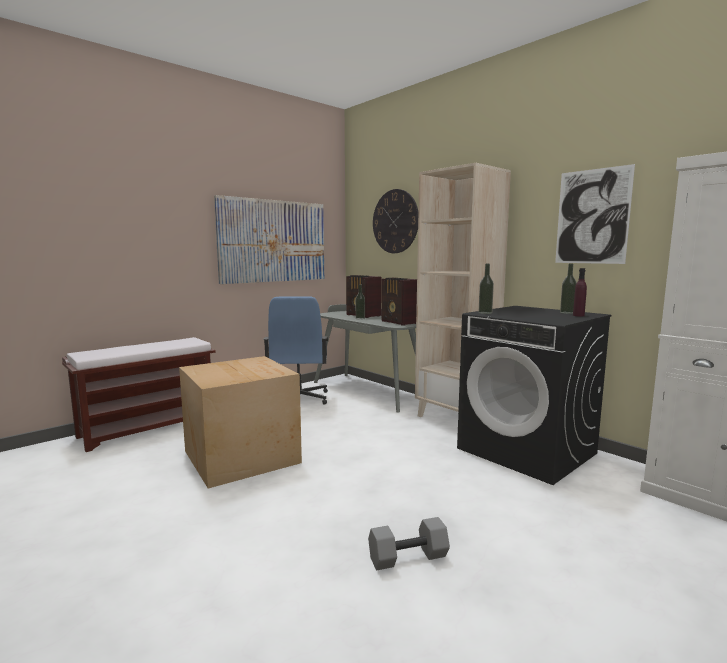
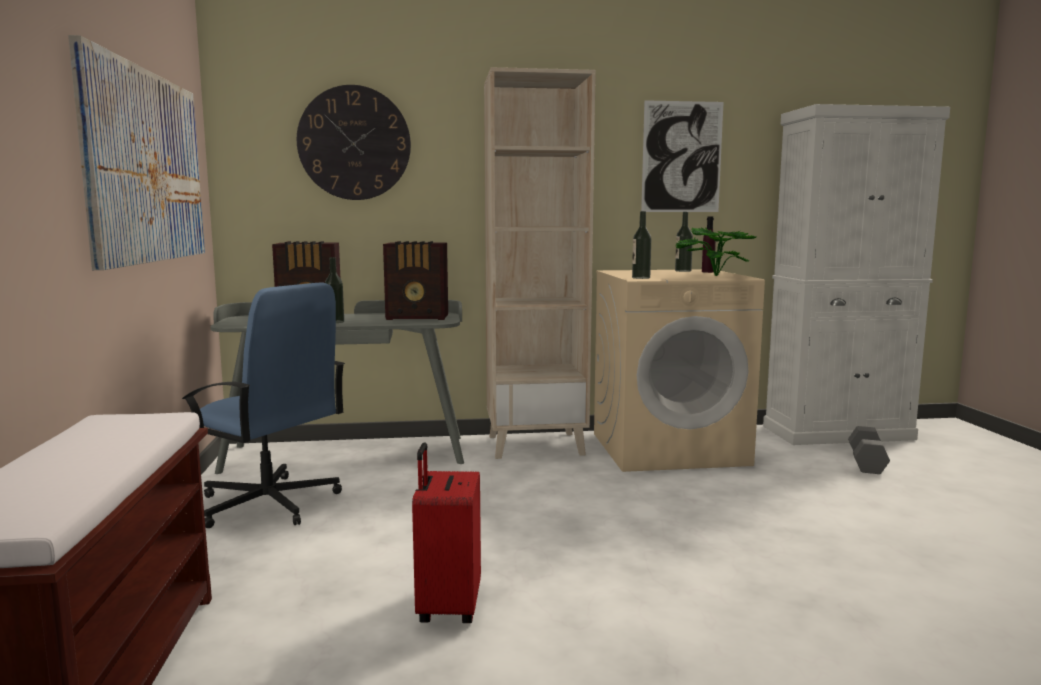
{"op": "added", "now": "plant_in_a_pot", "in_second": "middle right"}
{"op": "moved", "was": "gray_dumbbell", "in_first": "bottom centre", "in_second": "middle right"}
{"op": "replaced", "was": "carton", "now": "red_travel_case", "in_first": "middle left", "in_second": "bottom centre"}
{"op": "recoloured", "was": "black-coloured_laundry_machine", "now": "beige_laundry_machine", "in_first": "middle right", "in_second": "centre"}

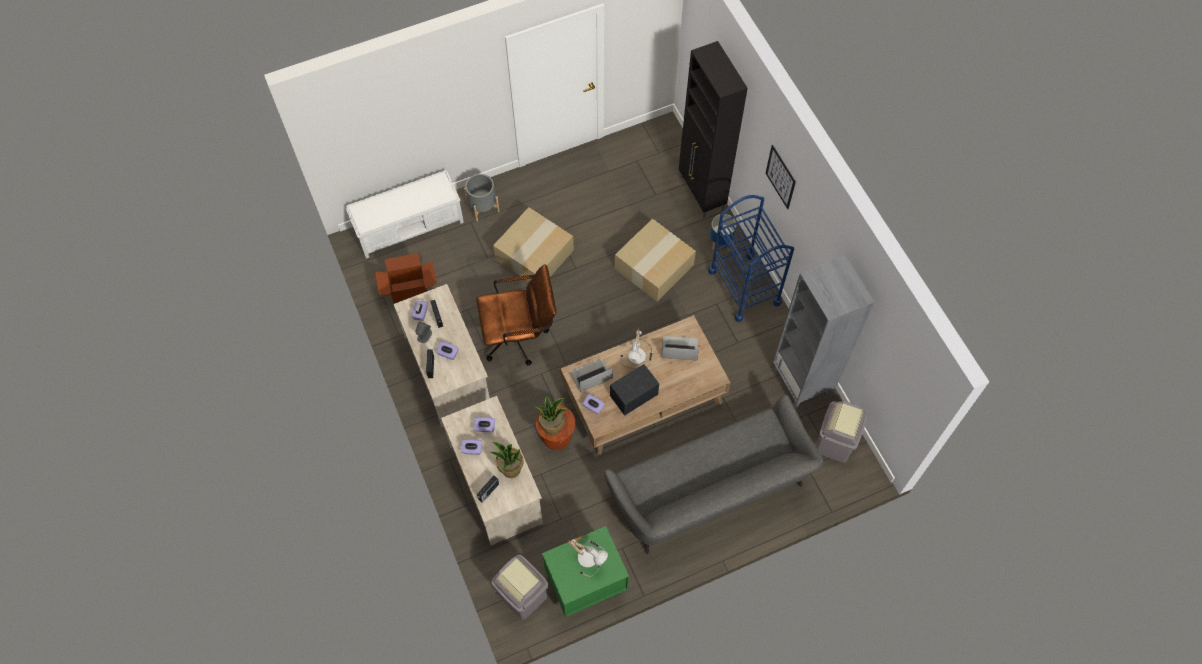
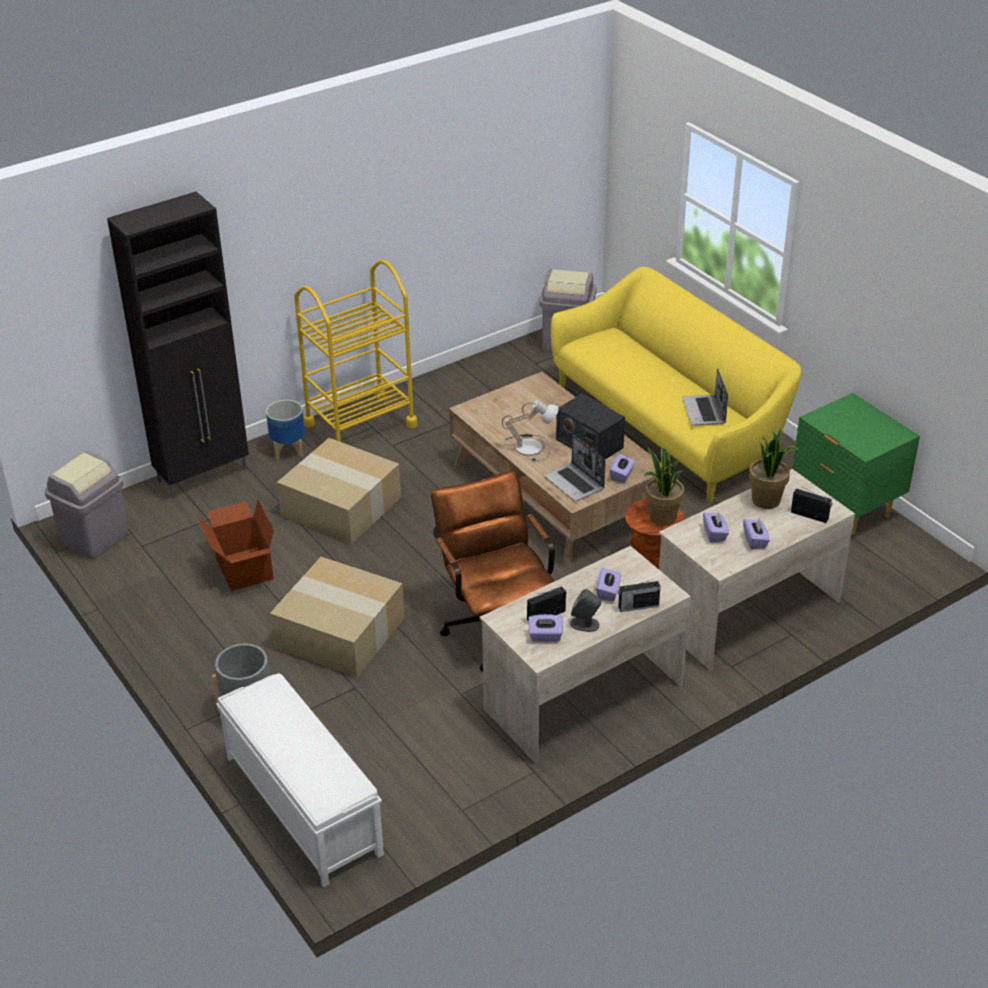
{"op": "removed", "was": "tabletop_lamp (1st from left)", "in_first": "bottom centre"}
{"op": "removed", "was": "wall_picture", "in_first": "top centre"}
{"op": "removed", "was": "gray_bookshelf", "in_first": "middle right"}
{"op": "moved", "was": "carton (1st from left)", "in_first": "centre", "in_second": "middle left"}
{"op": "moved", "was": "gray_rubbish_bin (1st from left)", "in_first": "bottom centre", "in_second": "middle left"}
{"op": "moved", "was": "laptop (2nd from left)", "in_first": "centre", "in_second": "middle right"}
{"op": "recoloured", "was": "gray_sofa", "now": "yellowish_sofa", "in_first": "bottom centre", "in_second": "middle right"}
{"op": "recoloured", "was": "blue-coloured_wheeled_cart", "now": "yellowish_wheeled_cart", "in_first": "centre", "in_second": "centre"}

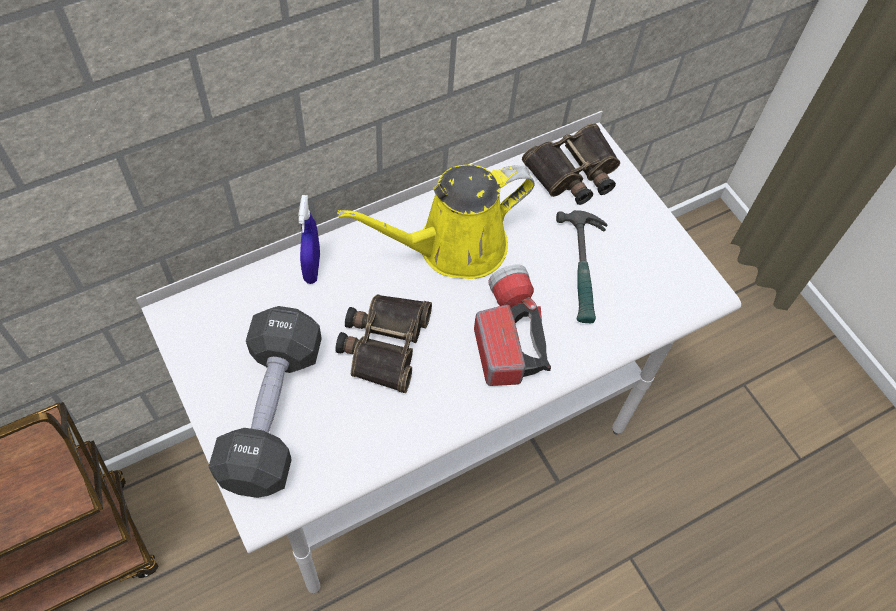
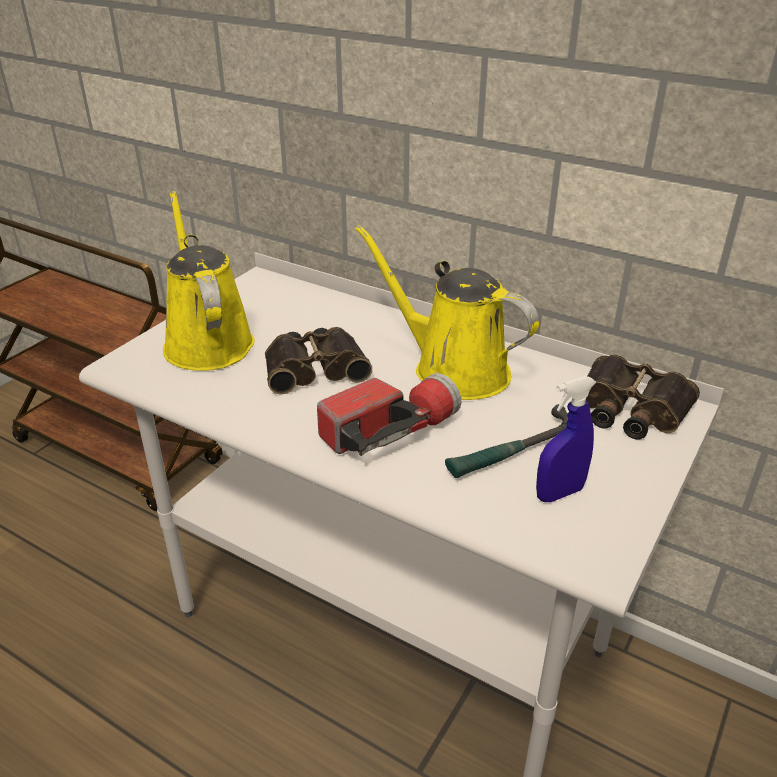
{"op": "moved", "was": "blue-coloured_sprayer", "in_first": "centre", "in_second": "middle right"}
{"op": "replaced", "was": "black-coloured_dumbbell", "now": "yellowish_sprinkling_can (1st from left)", "in_first": "middle left", "in_second": "middle left"}

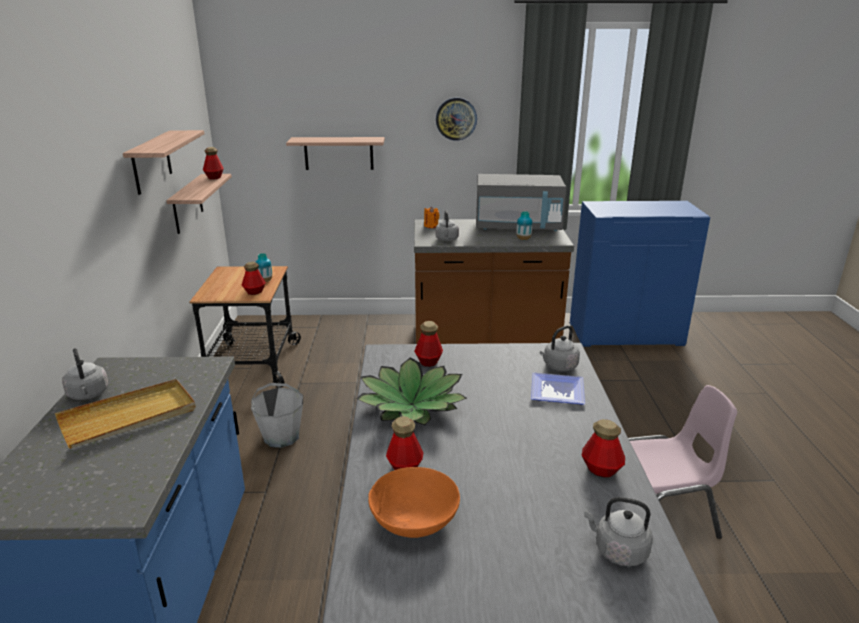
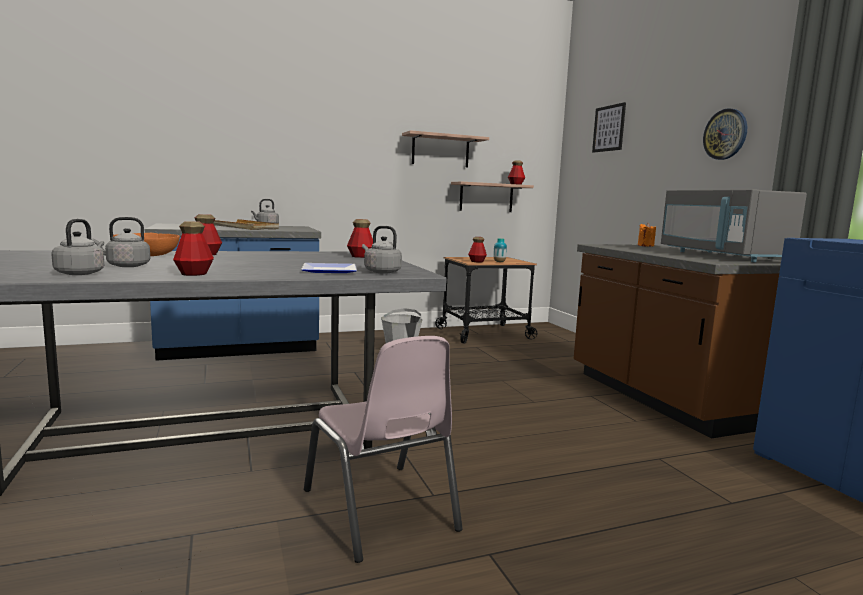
{"op": "removed", "was": "bracket_shelf (3rd from left)", "in_first": "top centre"}
{"op": "removed", "was": "plant_in_a_pot", "in_first": "centre"}
{"op": "removed", "was": "vase (2nd from left)", "in_first": "centre"}
{"op": "added", "now": "wall_picture", "in_second": "top right"}
{"op": "moved", "was": "gray_kettle (2nd from left)", "in_first": "centre", "in_second": "middle left"}

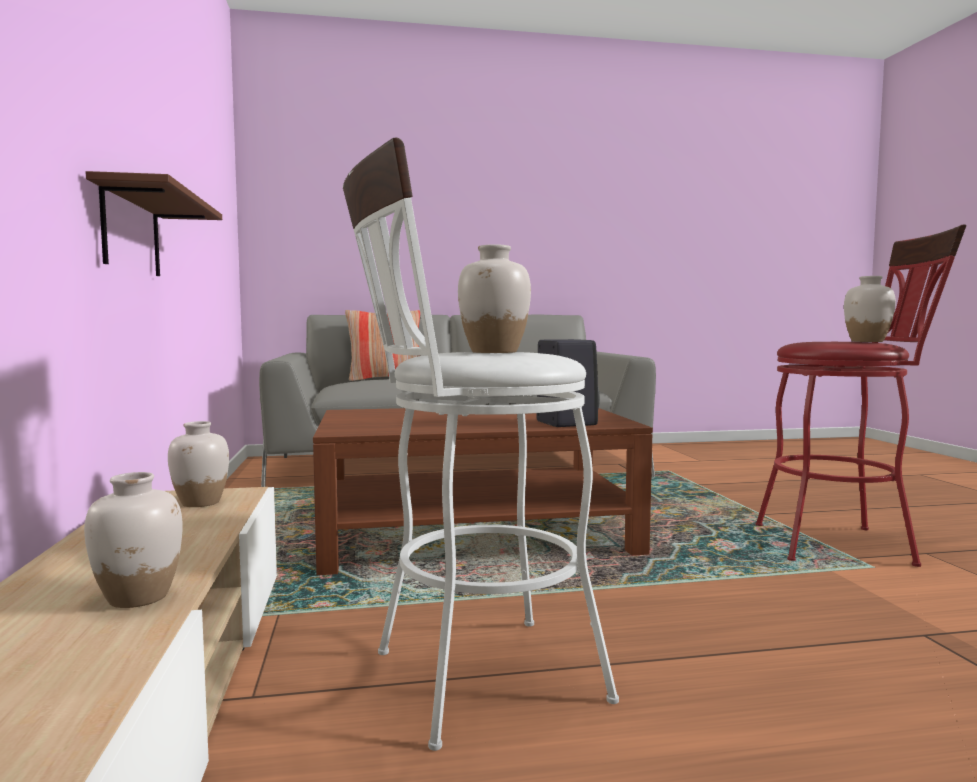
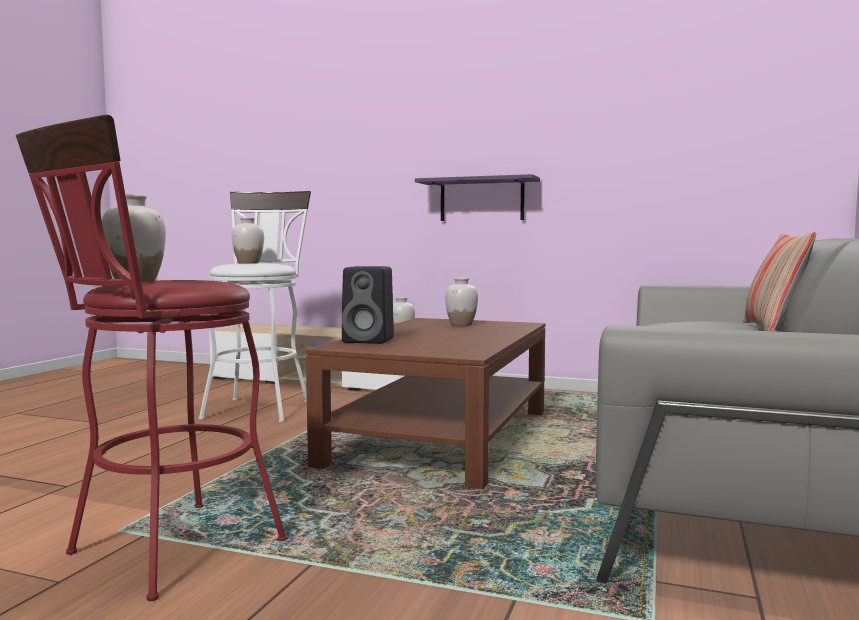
{"op": "moved", "was": "whitish_vase (1st from left in the first image)", "now": "whitish_vase (4th from left)", "in_first": "bottom left", "in_second": "centre"}
{"op": "recoloured", "was": "brown-coloured_bracket_shelf", "now": "purple-coloured_bracket_shelf", "in_first": "top left", "in_second": "top centre"}

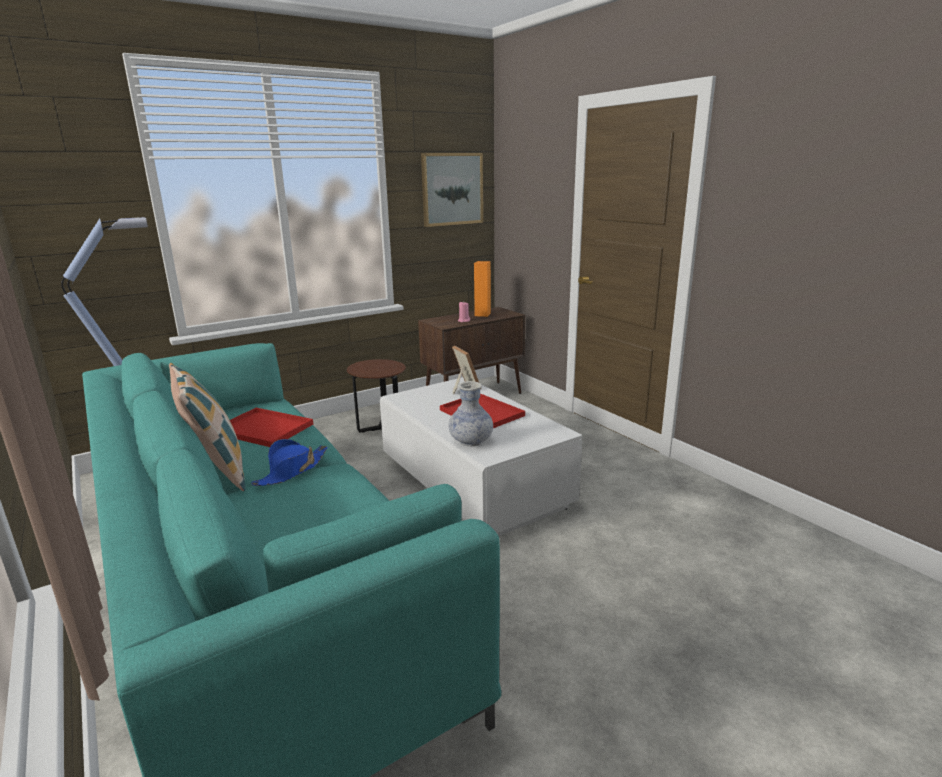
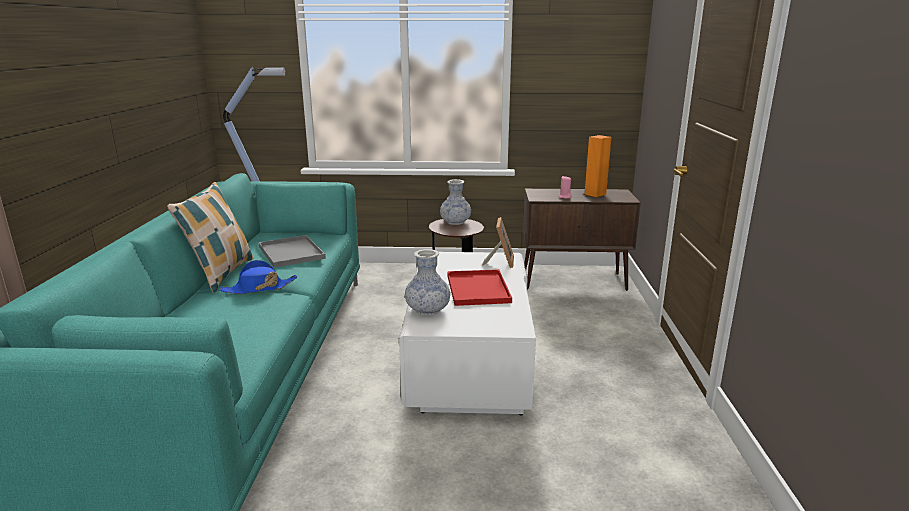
{"op": "removed", "was": "wall_picture", "in_first": "top centre"}
{"op": "added", "now": "vase (2nd from left)", "in_second": "centre"}
{"op": "recoloured", "was": "red_carrying_tray (1st from left)", "now": "gray_carrying_tray", "in_first": "middle left", "in_second": "middle left"}

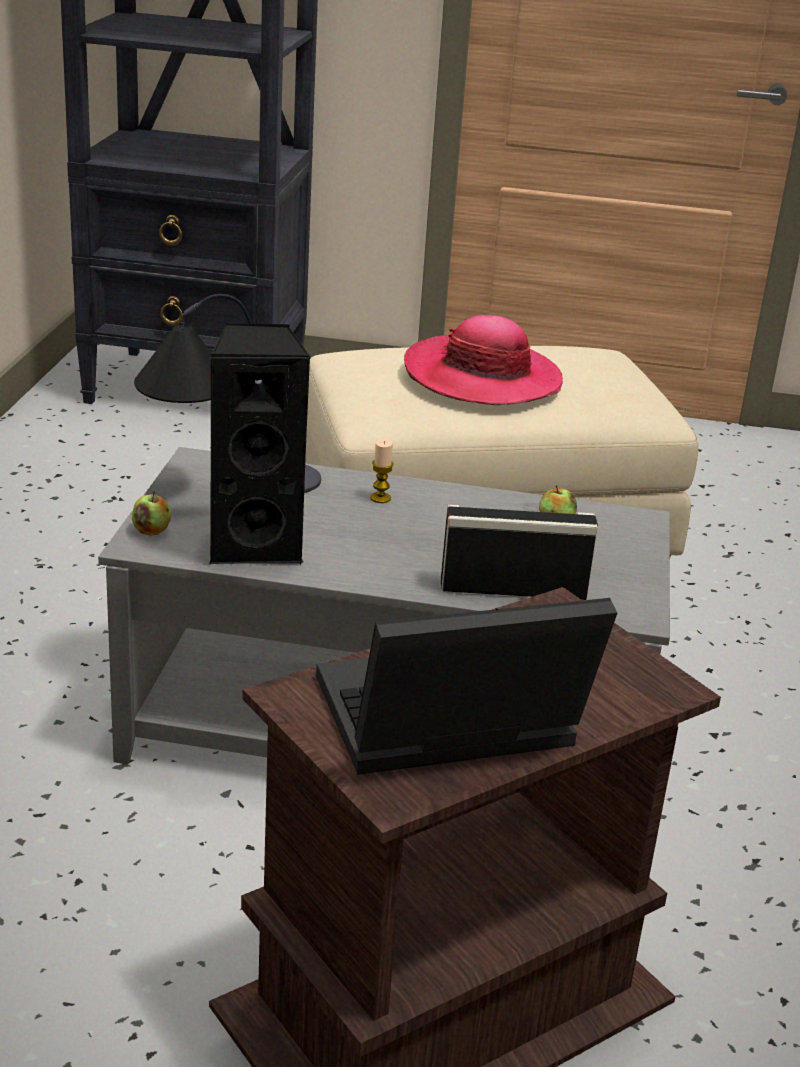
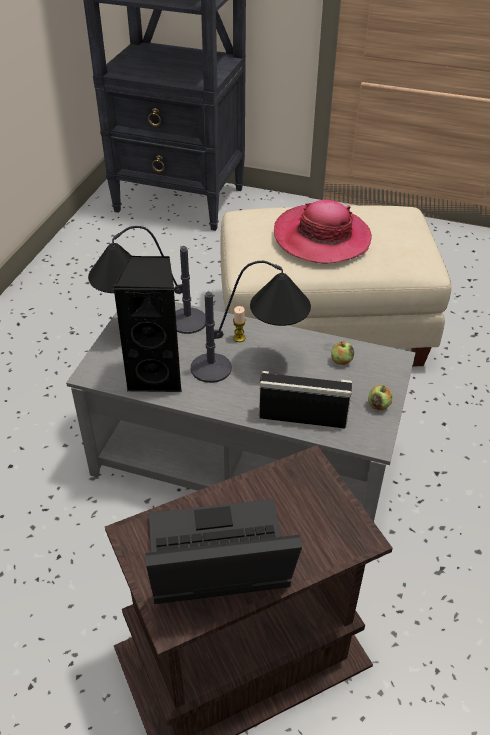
{"op": "added", "now": "tabletop_lamp (2nd from left)", "in_second": "centre"}
{"op": "moved", "was": "whole_apple (1st from left in the first image)", "now": "whole_apple (2nd from left)", "in_first": "middle left", "in_second": "middle right"}

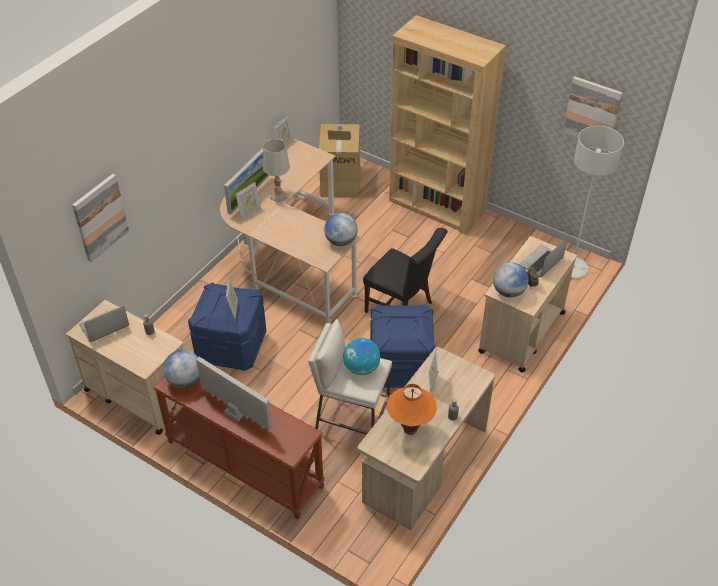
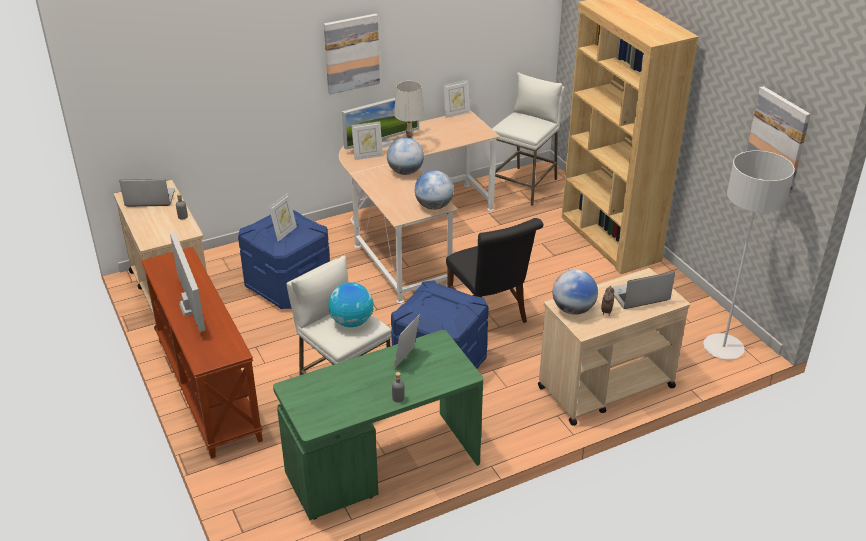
{"op": "removed", "was": "orange_tabletop_lamp", "in_first": "bottom centre"}
{"op": "moved", "was": "wall_picture (1st from left)", "in_first": "middle left", "in_second": "top centre"}
{"op": "moved", "was": "globe (1st from left in the first image)", "now": "globe (2nd from left)", "in_first": "middle left", "in_second": "top centre"}
{"op": "replaced", "was": "carton", "now": "whitish_sitting_stool (2nd from left)", "in_first": "top centre", "in_second": "top centre"}
{"op": "recoloured", "was": "beige_desk (2nd from left)", "now": "green-coloured_desk", "in_first": "bottom centre", "in_second": "bottom centre"}

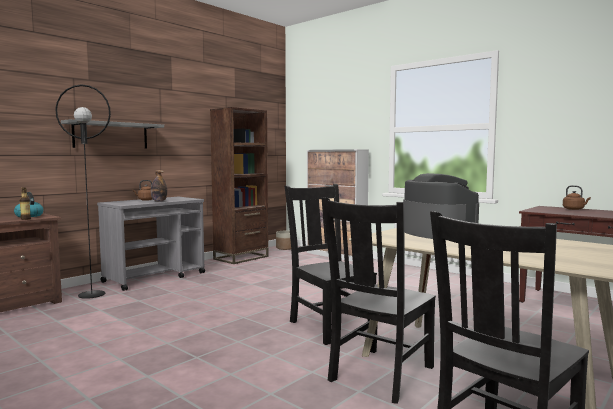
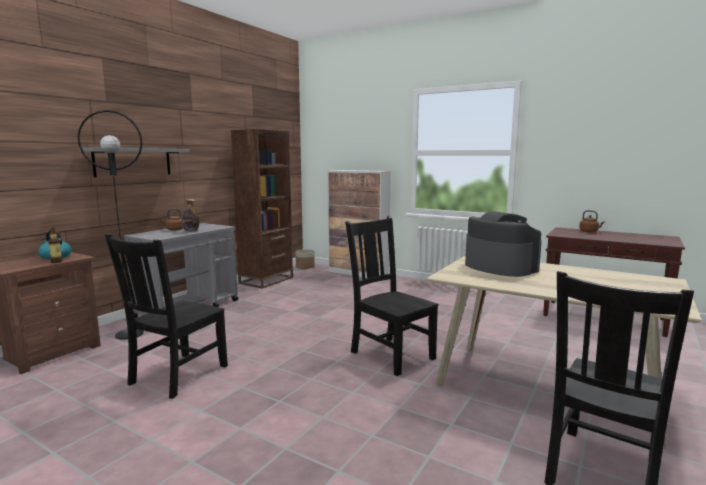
{"op": "moved", "was": "black-coloured_chair (2nd from left in the first image)", "now": "black-coloured_chair (1st from left)", "in_first": "bottom centre", "in_second": "middle left"}

